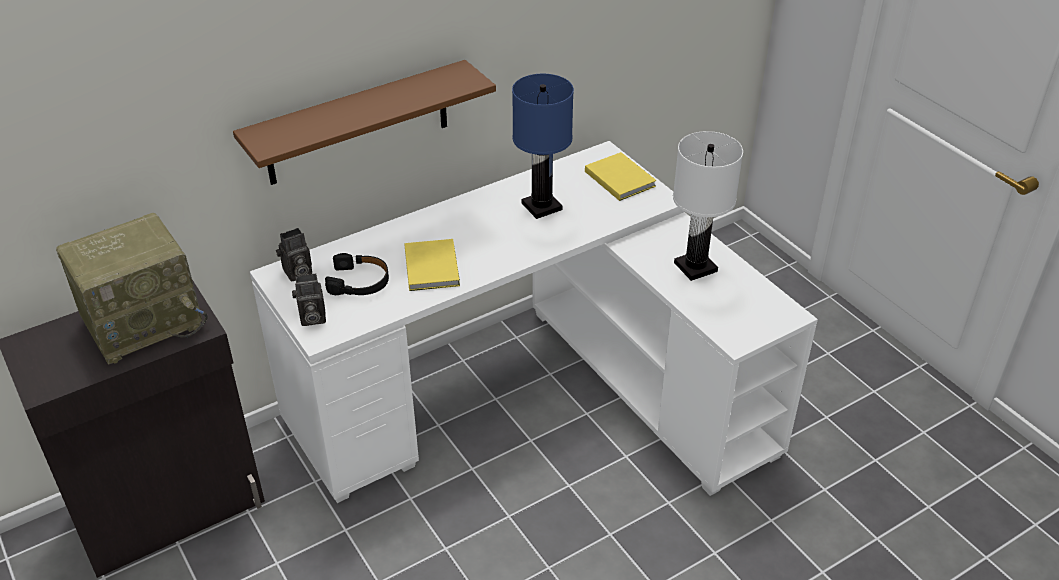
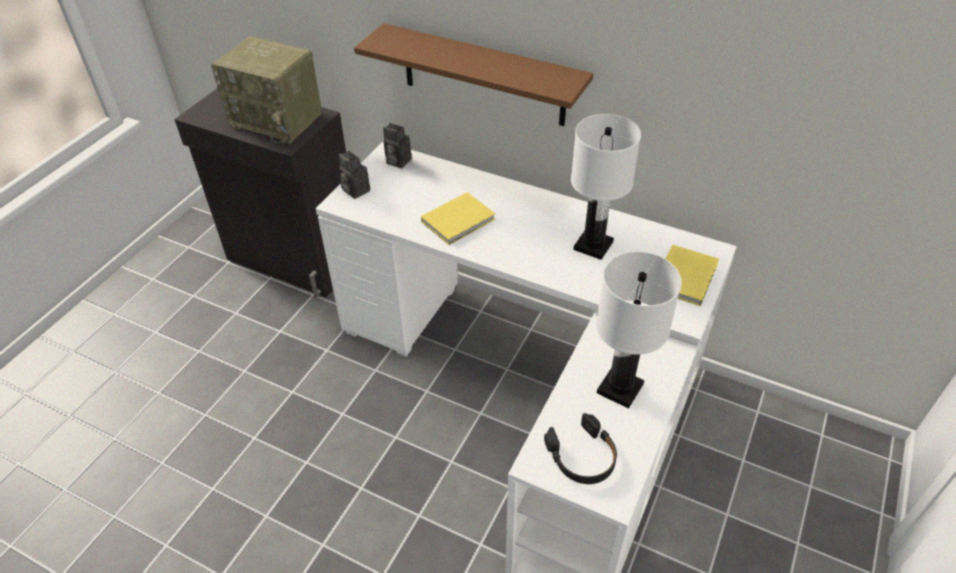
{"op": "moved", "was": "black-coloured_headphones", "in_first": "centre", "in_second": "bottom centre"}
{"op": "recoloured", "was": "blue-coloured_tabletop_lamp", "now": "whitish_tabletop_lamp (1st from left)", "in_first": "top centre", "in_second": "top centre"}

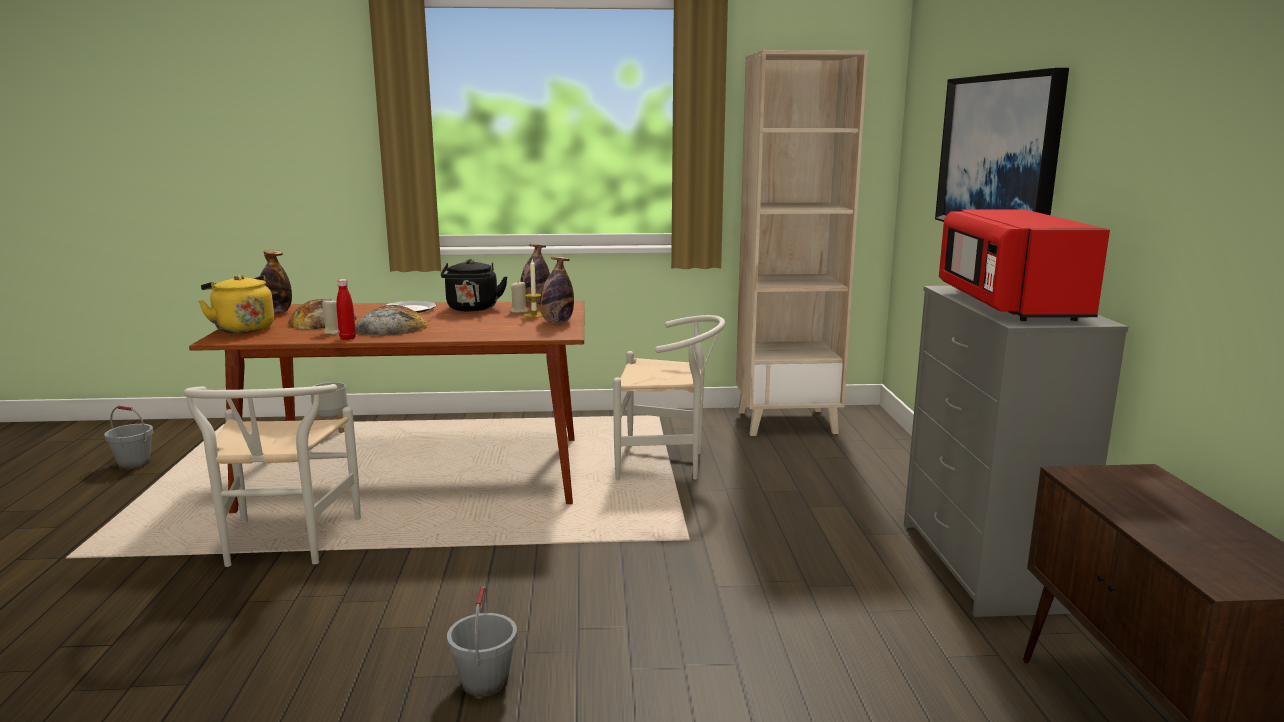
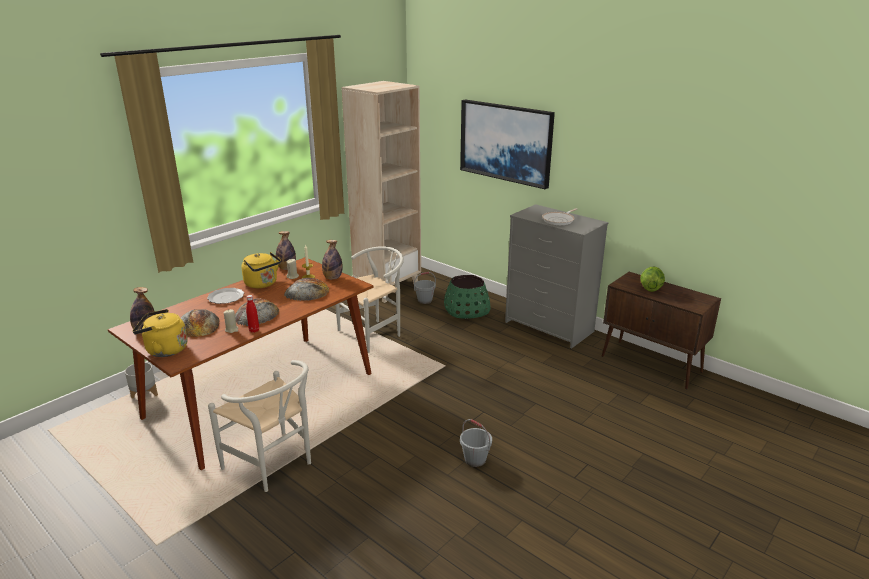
{"op": "added", "now": "bakery_bread (3rd from left)", "in_second": "centre"}
{"op": "added", "now": "green-coloured_plant_pot", "in_second": "centre"}
{"op": "added", "now": "head_of_lettuce", "in_second": "middle right"}
{"op": "moved", "was": "gray_water_bucket (1st from left)", "in_first": "middle left", "in_second": "centre"}
{"op": "replaced", "was": "red_microwave", "now": "frying_pan", "in_first": "middle right", "in_second": "centre"}
{"op": "recoloured", "was": "black-coloured_kettle", "now": "yellowish_kettle (2nd from left)", "in_first": "centre", "in_second": "middle left"}

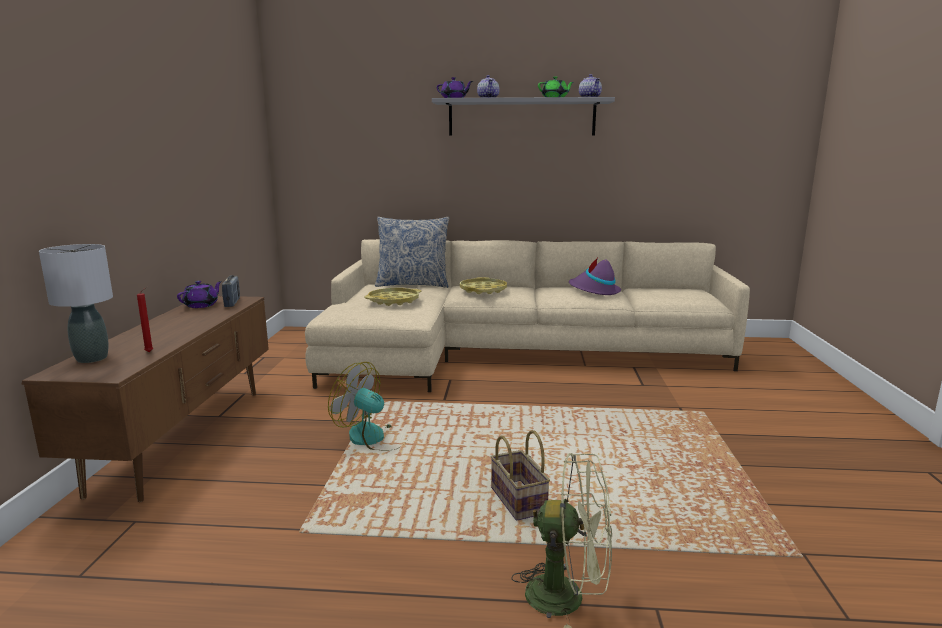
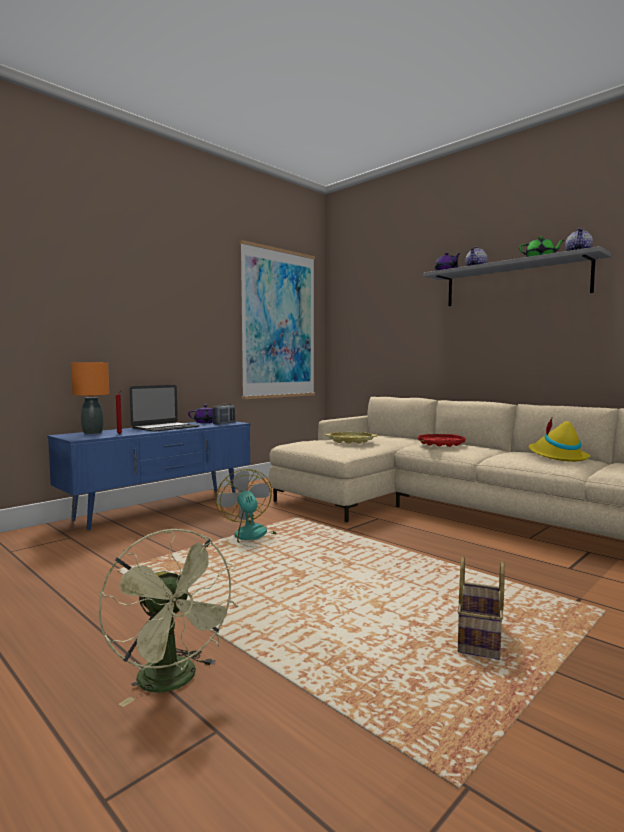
{"op": "removed", "was": "cushion", "in_first": "centre"}
{"op": "added", "now": "laptop", "in_second": "middle left"}
{"op": "added", "now": "wall_picture", "in_second": "centre"}
{"op": "moved", "was": "basket", "in_first": "bottom centre", "in_second": "bottom right"}
{"op": "recoloured", "was": "brown-coloured_media_console", "now": "blue-coloured_media_console", "in_first": "middle left", "in_second": "middle left"}
{"op": "recoloured", "was": "gray_tabletop_lamp", "now": "orange_tabletop_lamp", "in_first": "middle left", "in_second": "middle left"}
{"op": "recoloured", "was": "yellowish_carrying_tray (2nd from left)", "now": "red_carrying_tray", "in_first": "centre", "in_second": "middle right"}
{"op": "recoloured", "was": "purple-coloured_hat", "now": "yellowish_hat", "in_first": "centre", "in_second": "middle right"}

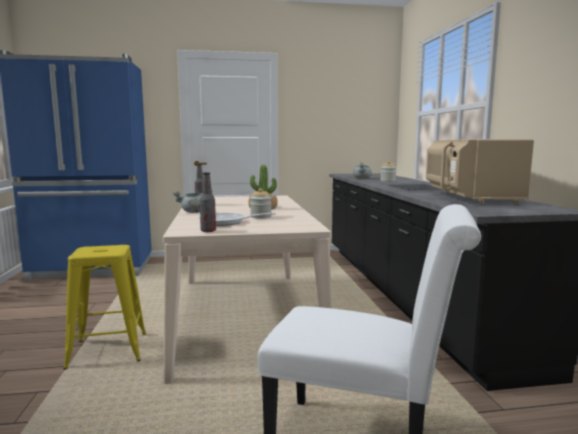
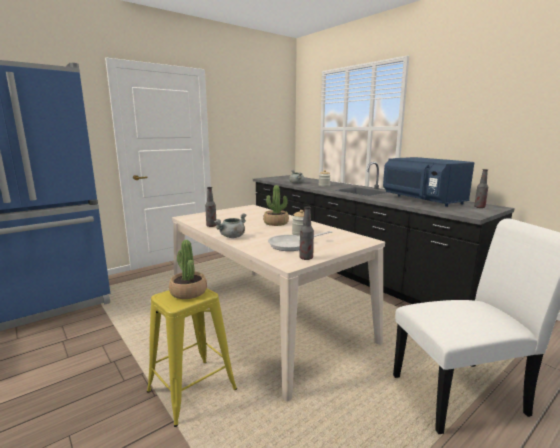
{"op": "added", "now": "plant_in_a_pot (1st from left)", "in_second": "centre"}
{"op": "added", "now": "bottle (3rd from left)", "in_second": "middle right"}
{"op": "recoloured", "was": "beige_microwave", "now": "blue-coloured_microwave", "in_first": "middle right", "in_second": "middle right"}

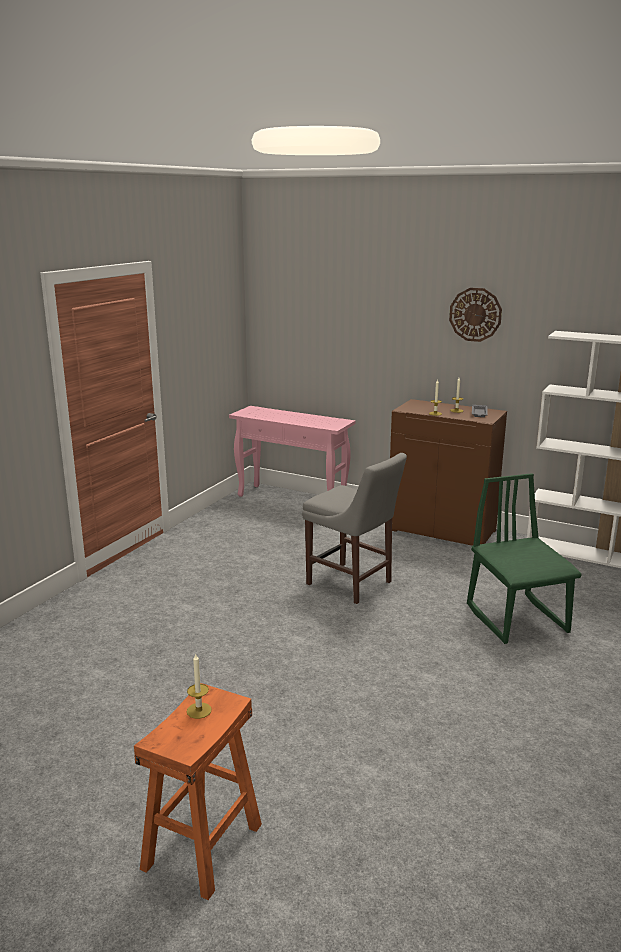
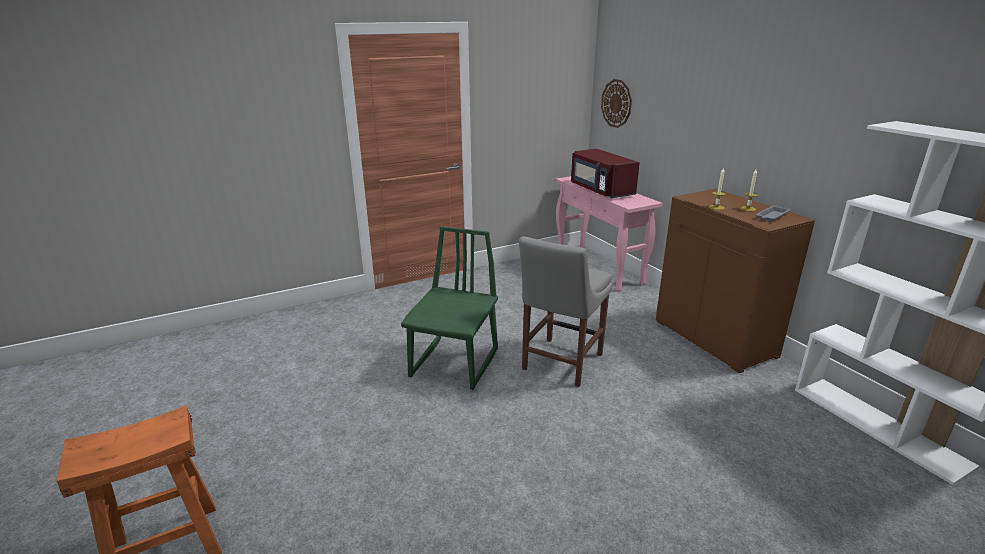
{"op": "removed", "was": "wax_light (1st from left)", "in_first": "bottom left"}
{"op": "added", "now": "red_microwave", "in_second": "top centre"}
{"op": "moved", "was": "hanging_clock", "in_first": "top right", "in_second": "top centre"}
{"op": "moved", "was": "green-coloured_chair", "in_first": "middle right", "in_second": "centre"}
{"op": "turned", "was": "gray_chair", "in_first": "centre", "in_second": "centre", "clockwise": 45}

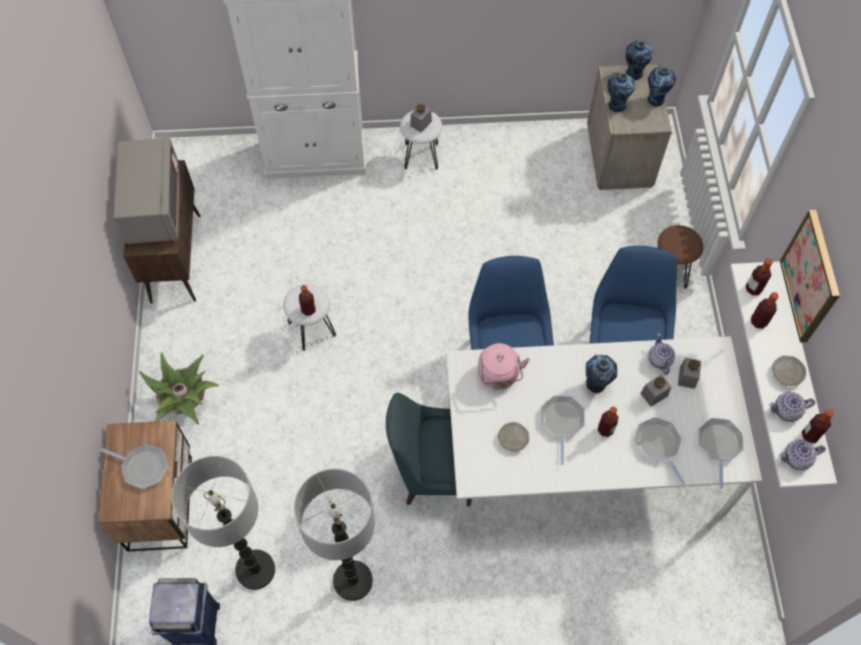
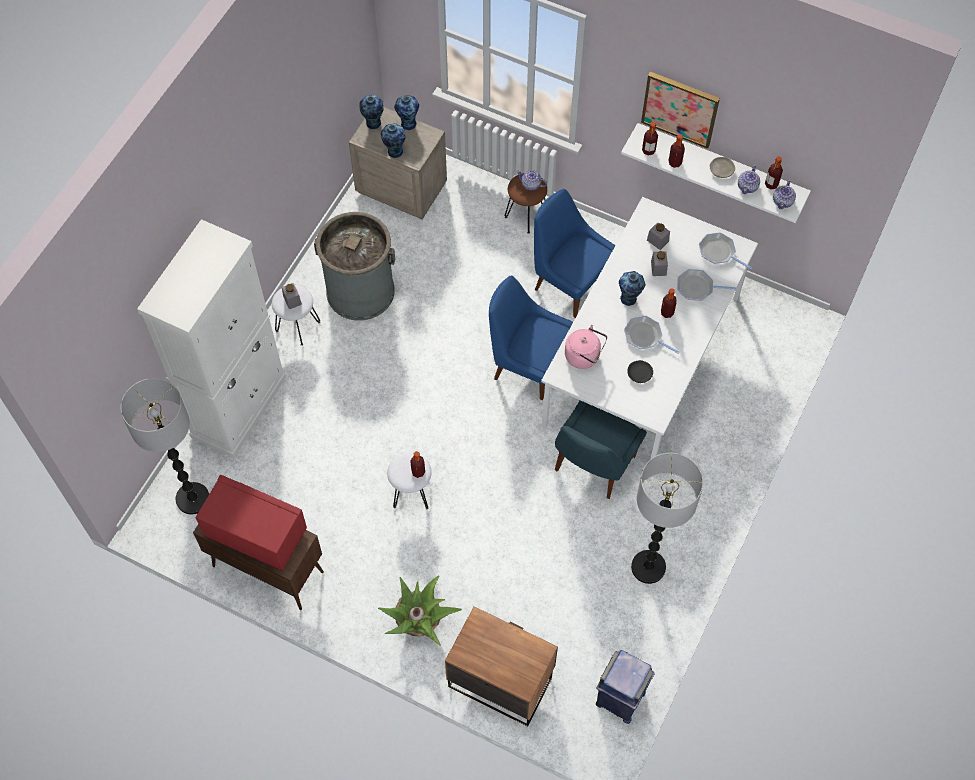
{"op": "removed", "was": "frying_pan (1st from left)", "in_first": "bottom left"}
{"op": "added", "now": "gray_rubbish_bin", "in_second": "centre"}
{"op": "moved", "was": "standing_lamp (1st from left)", "in_first": "bottom left", "in_second": "middle left"}
{"op": "moved", "was": "pot_for_tea (1st from left)", "in_first": "middle right", "in_second": "top centre"}
{"op": "recoloured", "was": "gray_microwave", "now": "red_microwave", "in_first": "top left", "in_second": "bottom left"}
{"op": "recoloured", "was": "beige_flat_dish (1st from left)", "now": "black-coloured_flat_dish", "in_first": "bottom centre", "in_second": "centre"}

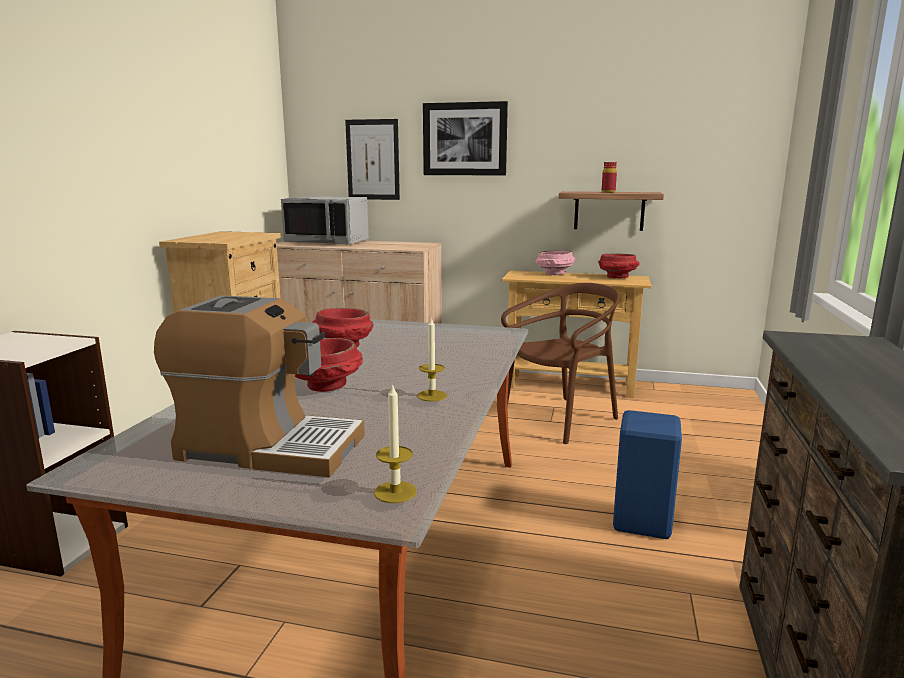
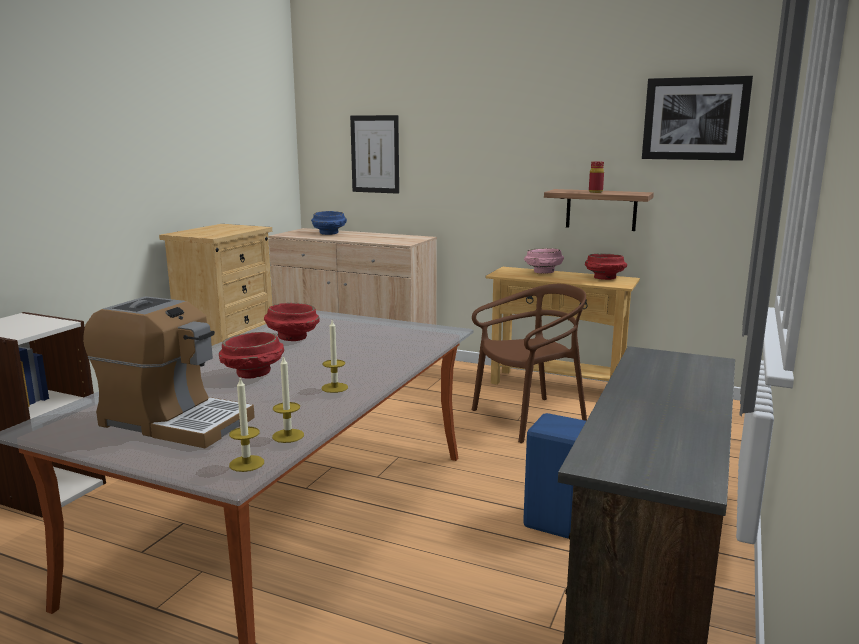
{"op": "added", "now": "wax_light (2nd from left)", "in_second": "centre"}
{"op": "moved", "was": "wall_picture (2nd from left)", "in_first": "top centre", "in_second": "top right"}
{"op": "replaced", "was": "gray_microwave", "now": "blue-coloured_deep_dish", "in_first": "top centre", "in_second": "centre"}

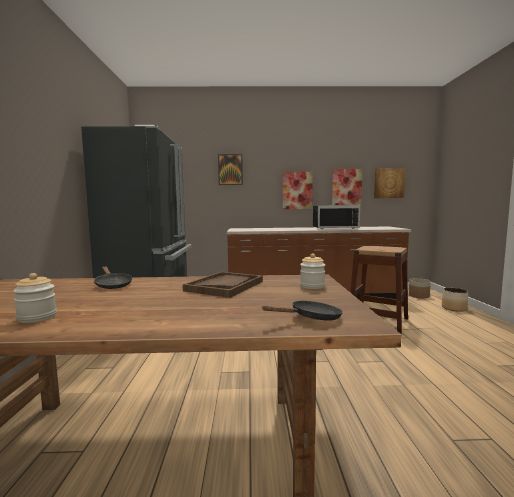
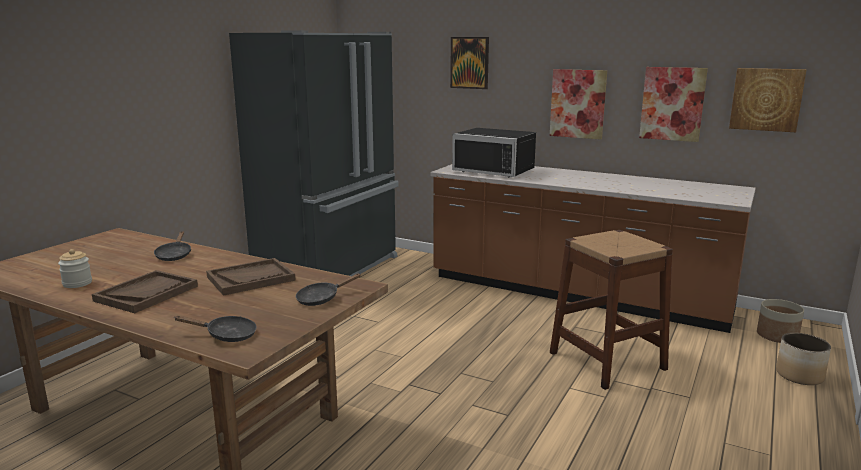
{"op": "added", "now": "brown-coloured_carrying_tray (1st from left)", "in_second": "middle left"}
{"op": "moved", "was": "black-coloured_microwave", "in_first": "centre", "in_second": "top centre"}
{"op": "replaced", "was": "jar (2nd from left)", "now": "black-coloured_frying_pan (3rd from left)", "in_first": "centre", "in_second": "centre"}

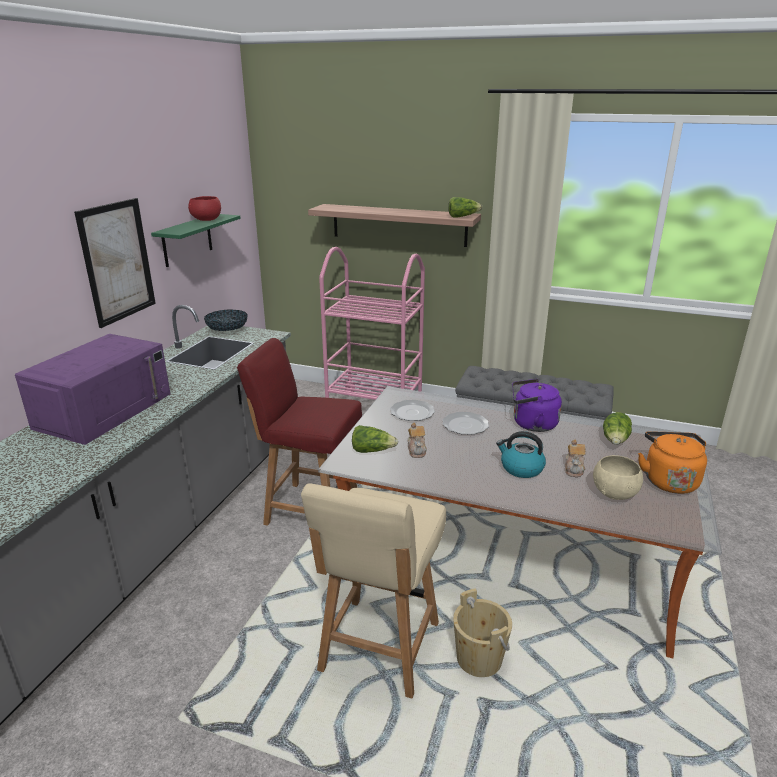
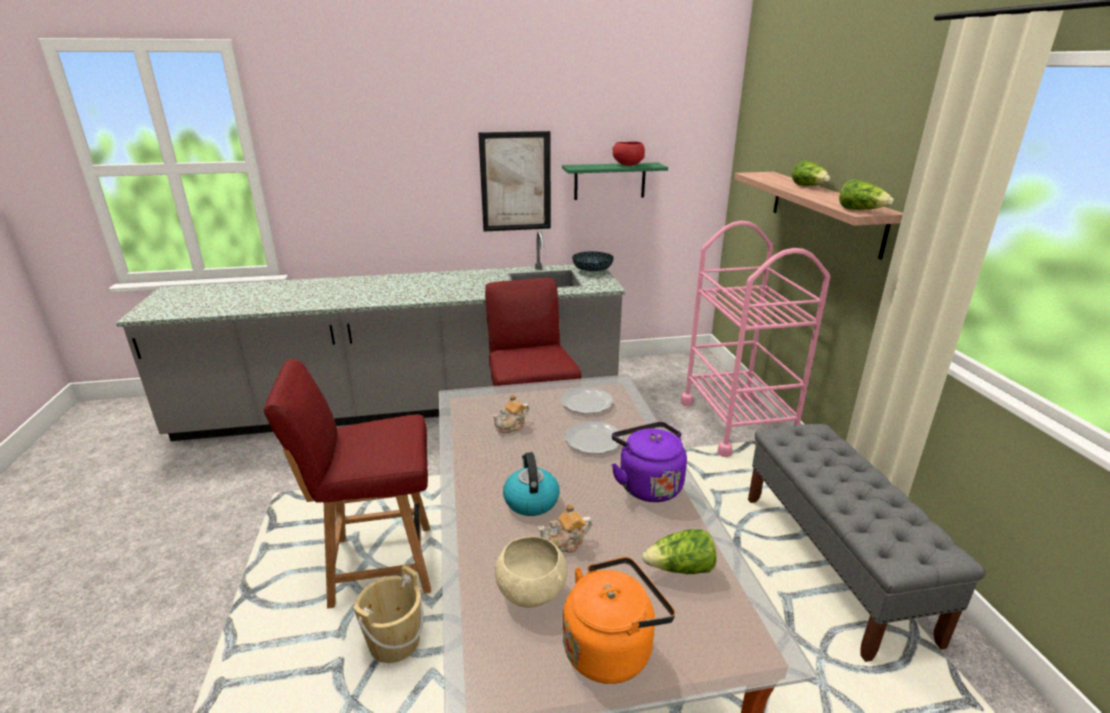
{"op": "removed", "was": "purple-coloured_microwave", "in_first": "middle left"}
{"op": "moved", "was": "head_of_lettuce (1st from left in the first image)", "now": "head_of_lettuce (2nd from left)", "in_first": "centre", "in_second": "top right"}
{"op": "recoloured", "was": "beige_chair", "now": "red_chair (1st from left)", "in_first": "bottom centre", "in_second": "bottom left"}

